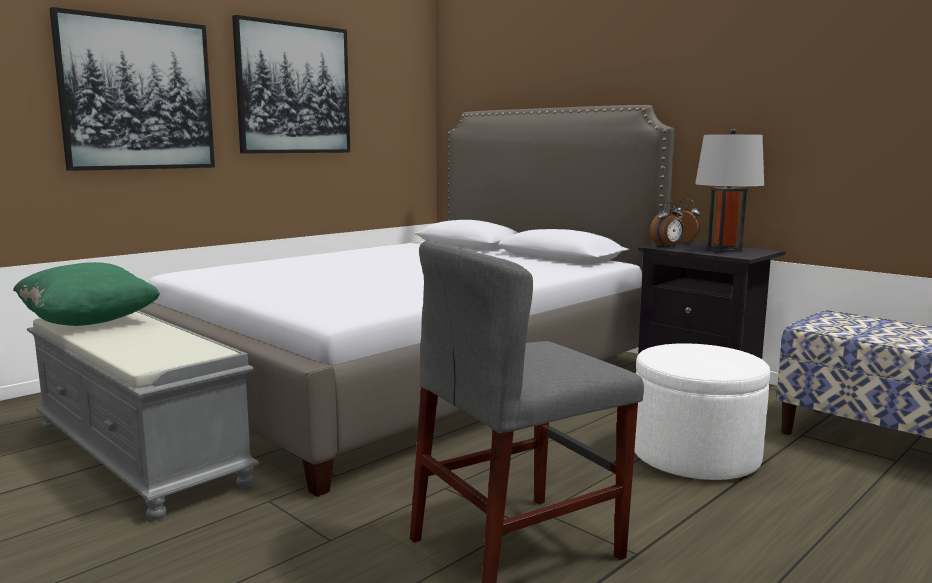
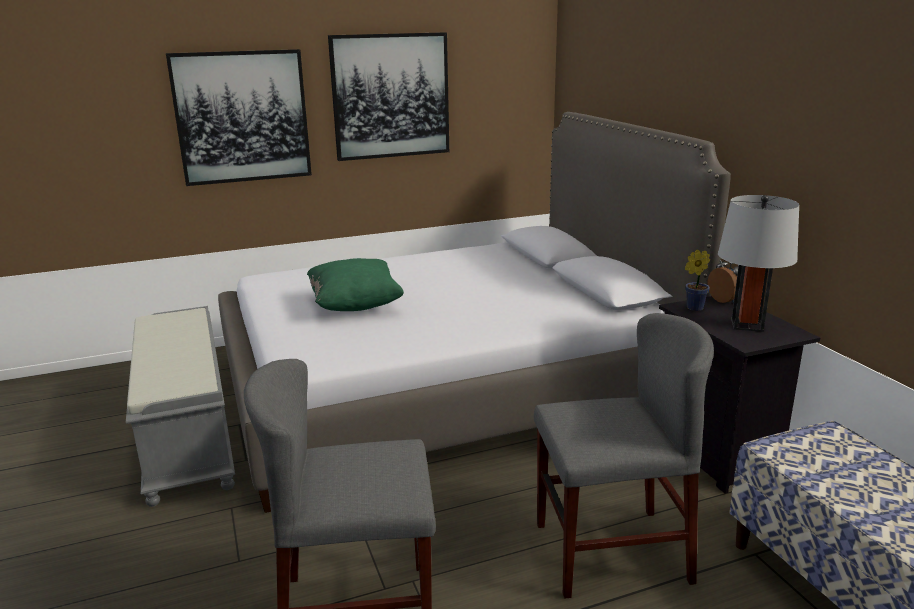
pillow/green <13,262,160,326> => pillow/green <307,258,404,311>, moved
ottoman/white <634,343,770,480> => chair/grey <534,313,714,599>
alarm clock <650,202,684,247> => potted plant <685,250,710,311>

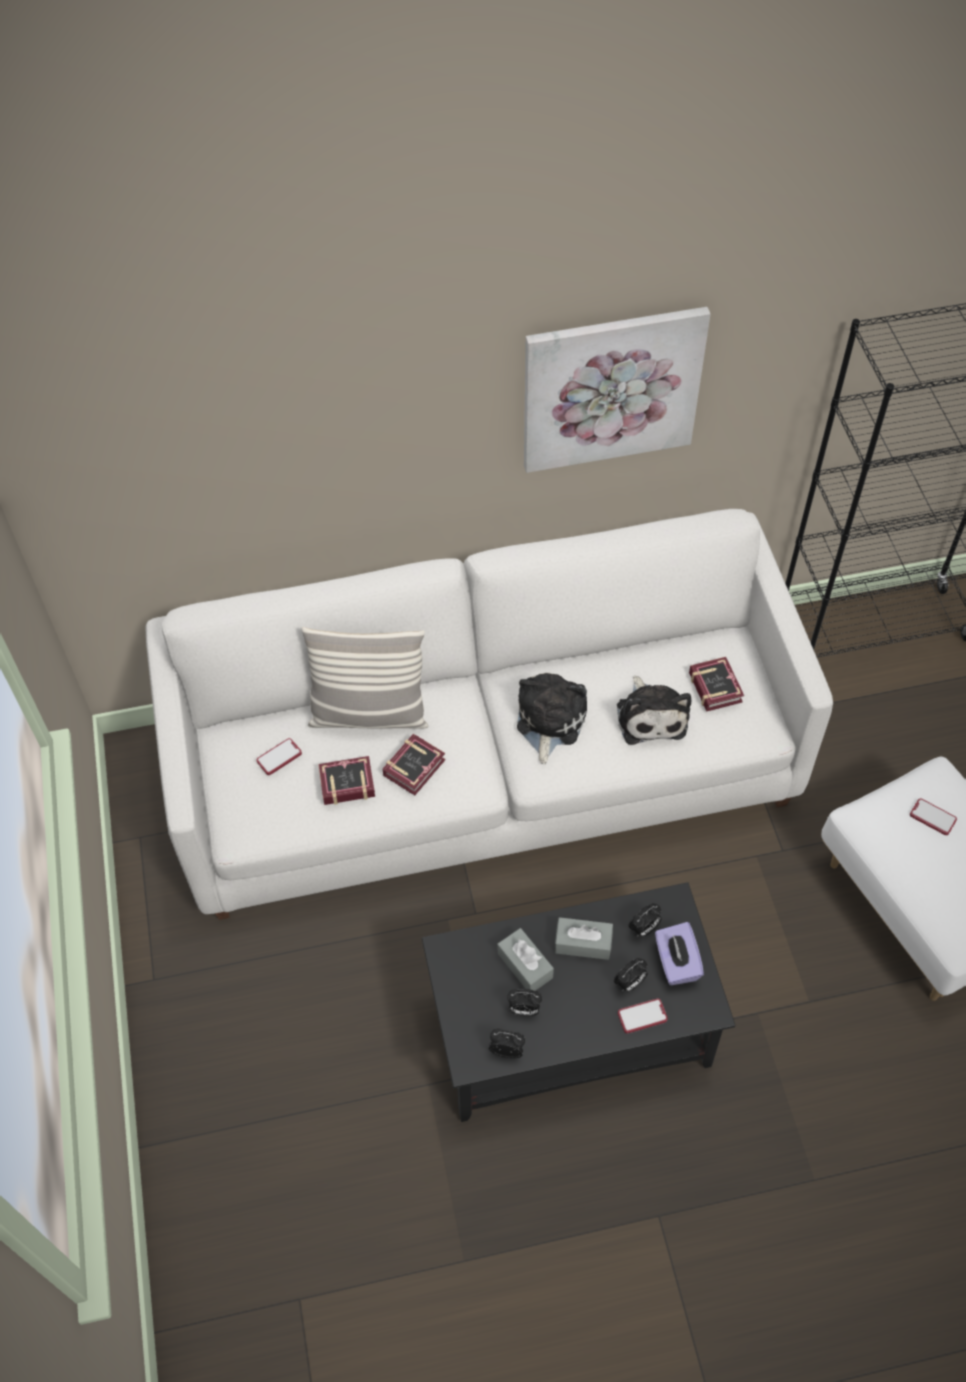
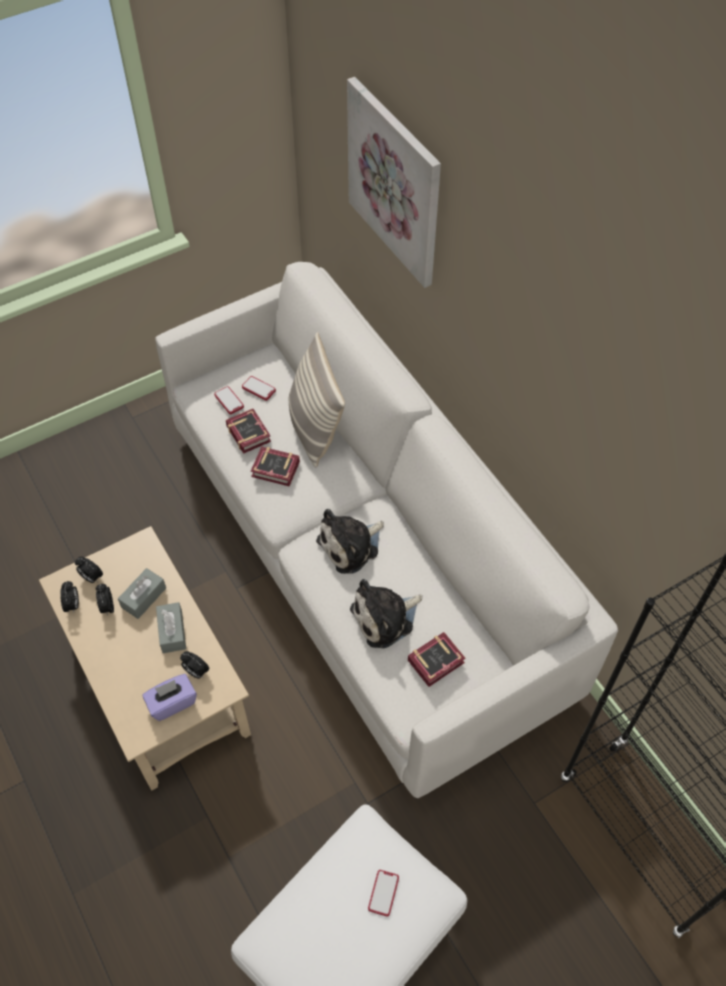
coffee table/black <422,882,736,1122> => coffee table/beige <39,526,251,791>
alarm clock <614,958,648,992> => alarm clock <75,556,103,583>, moved
phone <618,998,668,1034> => phone <214,386,244,414>, moved
plush toy <517,673,587,764> => plush toy <316,509,384,574>, 150 degrees clockwise
picture <524,307,710,473> => picture <347,77,441,288>, moved

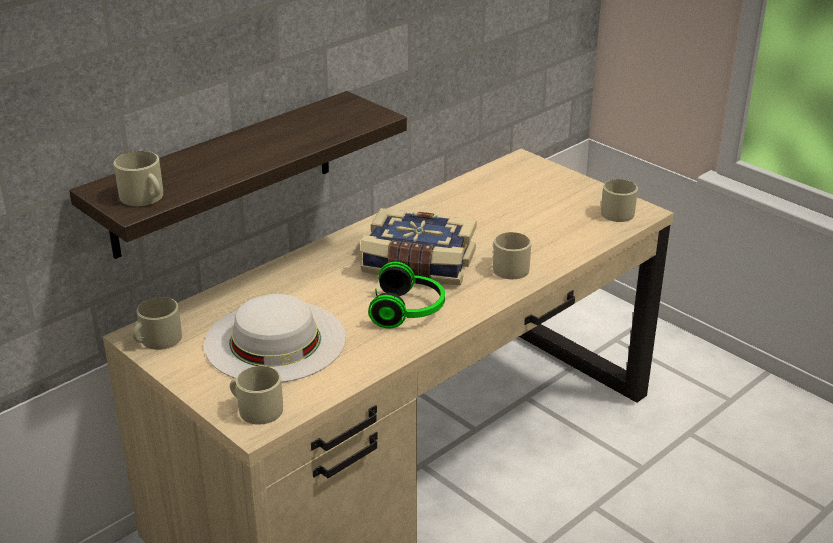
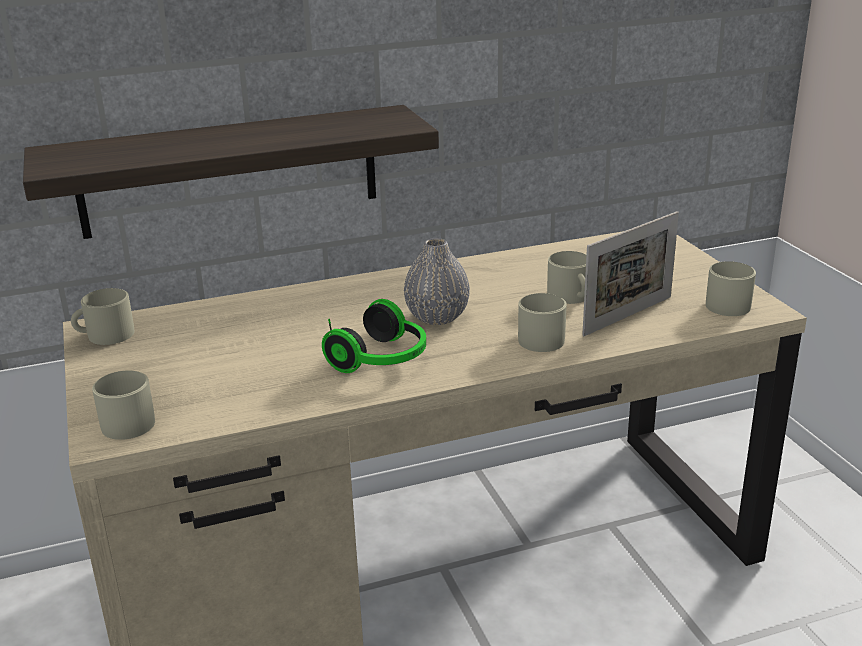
book <360,208,477,285> => vase/grey <404,238,470,325>
mug/beige <114,151,163,206> => mug/beige <547,251,586,304>, moved
nothing => picture frame <582,211,679,336>
hat/white <204,294,346,382> => nothing

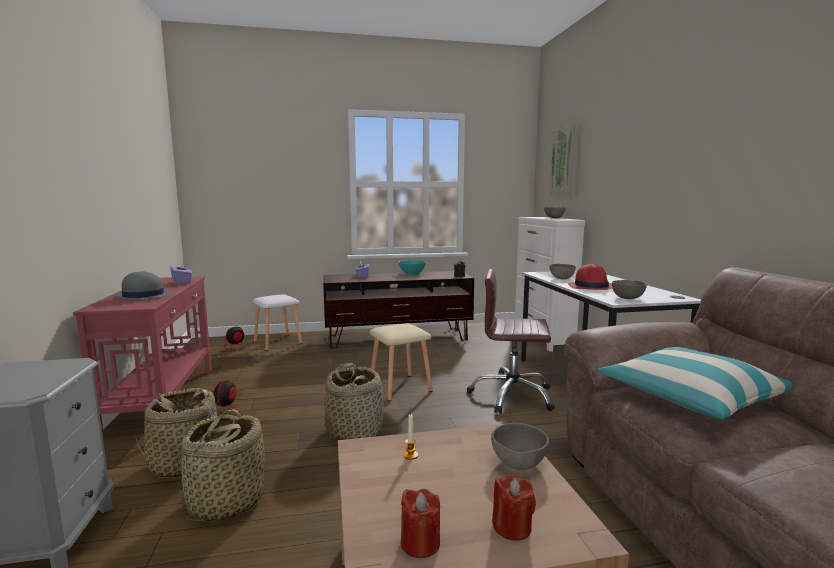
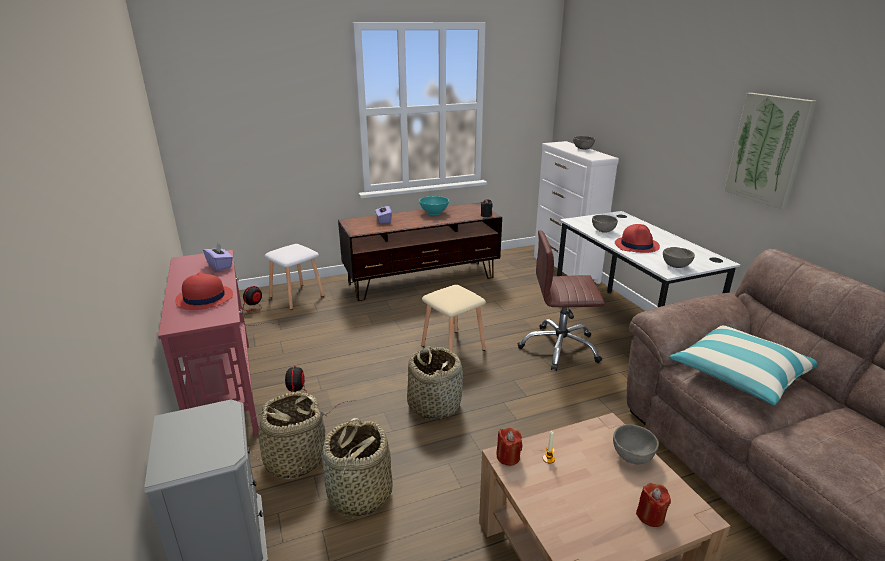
hat/grey <114,271,172,300> => hat/red <175,272,233,310>
candle/red <401,489,440,558> => candle/red <497,427,523,466>, moved
picture <549,124,579,196> => picture <724,93,817,209>, moved

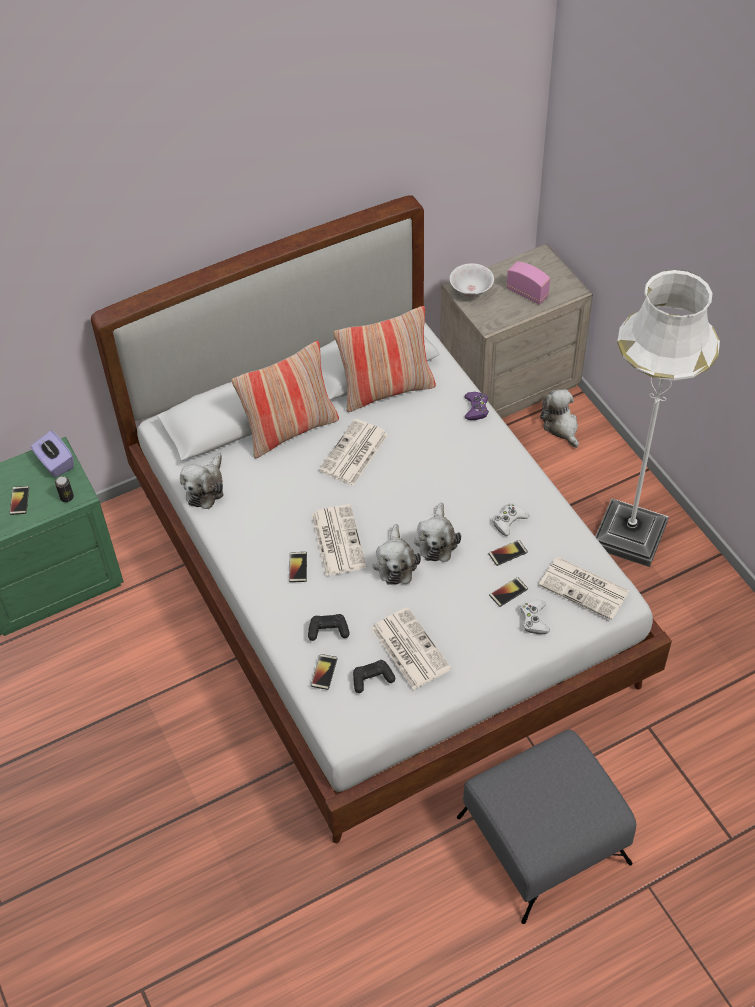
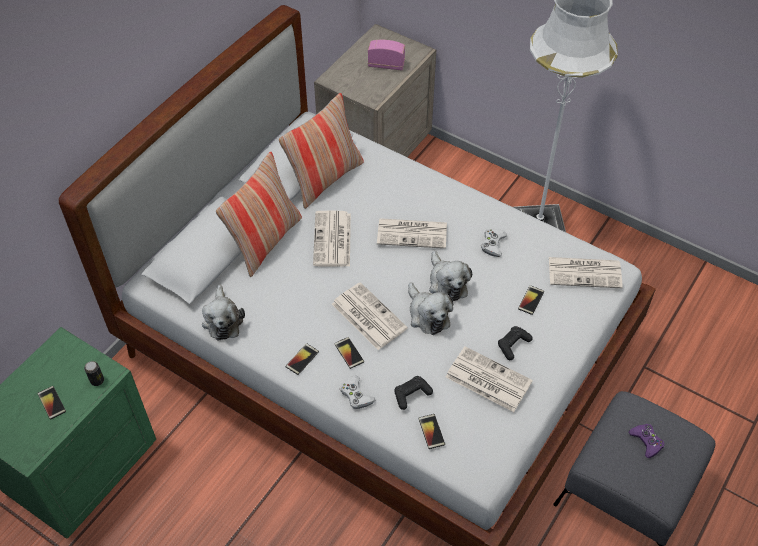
phone <489,540,528,566> => phone <286,343,319,375>, moved
game controller/white <520,600,550,634> => game controller/white <340,375,375,409>, moved
nothing => newspaper <377,218,447,249>
game controller/black <353,660,395,693> => game controller/black <498,326,533,360>, moved
game controller/purple <465,392,489,420> => game controller/purple <628,424,665,458>, moved
tissue box/purple <31,430,74,478> => nothing
bowl/white <450,263,494,297> => nothing
plush toy <540,389,579,448> => nothing

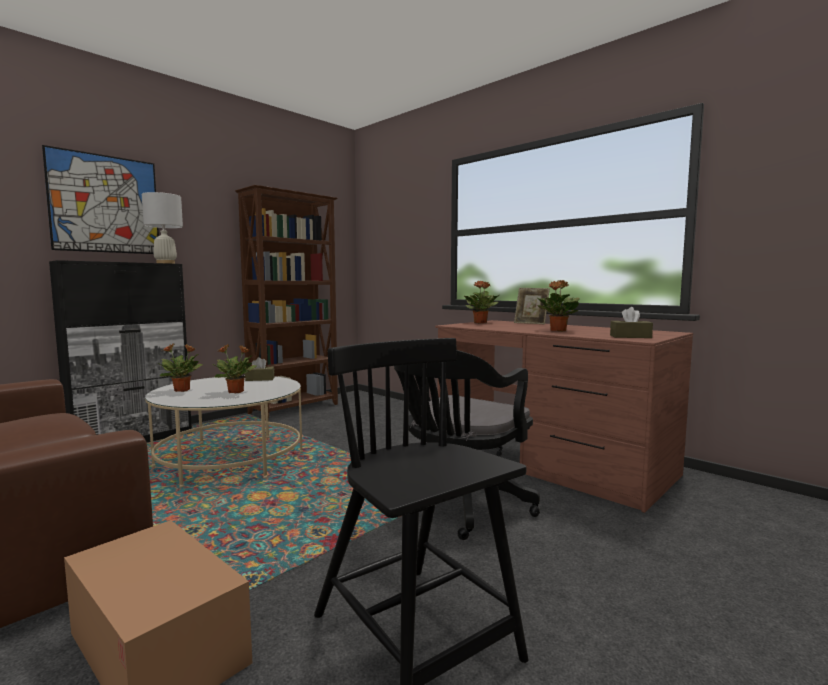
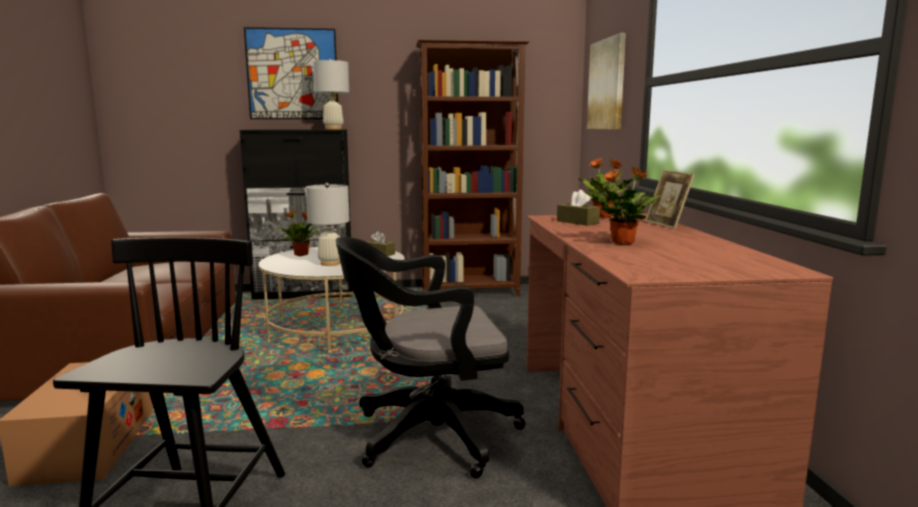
potted plant <213,344,257,393> => table lamp/white <306,183,350,266>
tissue box/brown <610,307,653,338> => tissue box/brown <557,189,600,226>, moved
nothing => picture <587,33,626,129>

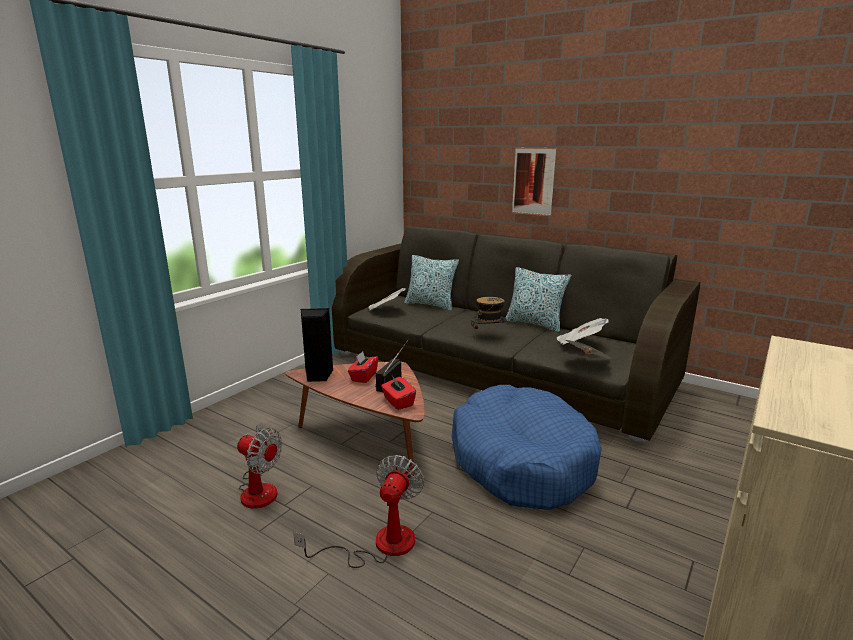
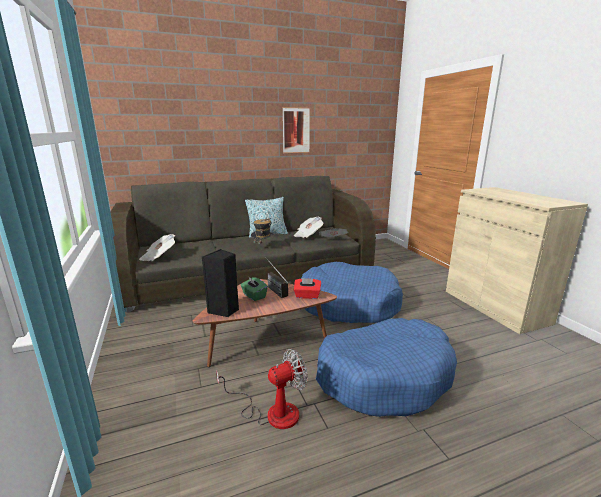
tissue box/red <348,351,378,383> => tissue box/green <241,276,268,301>
picture <512,147,556,216> => picture <282,107,310,153>, moved
fan <294,455,424,568> => dog bed/blue <316,318,457,417>
pillow <404,255,459,310> => nothing

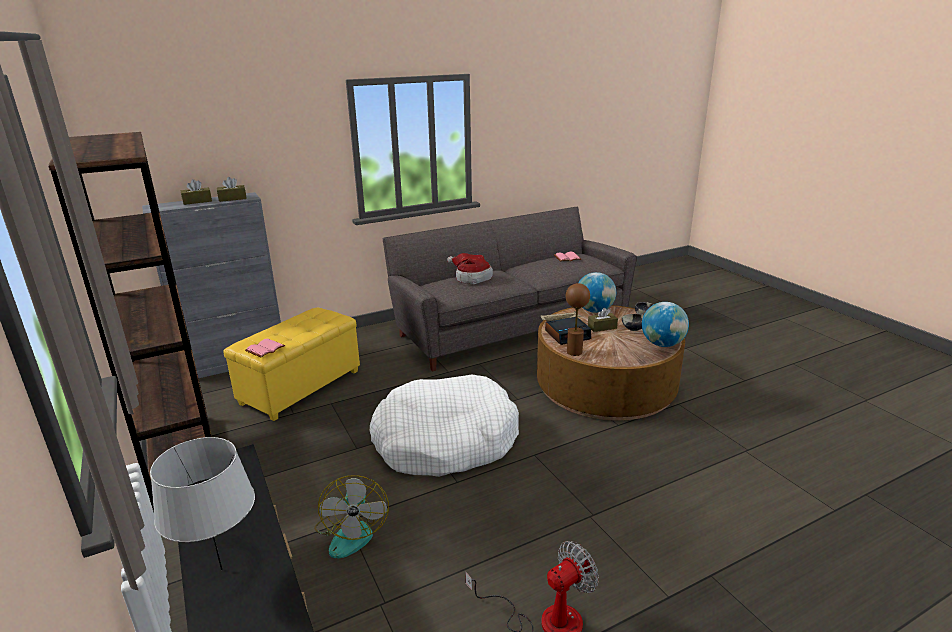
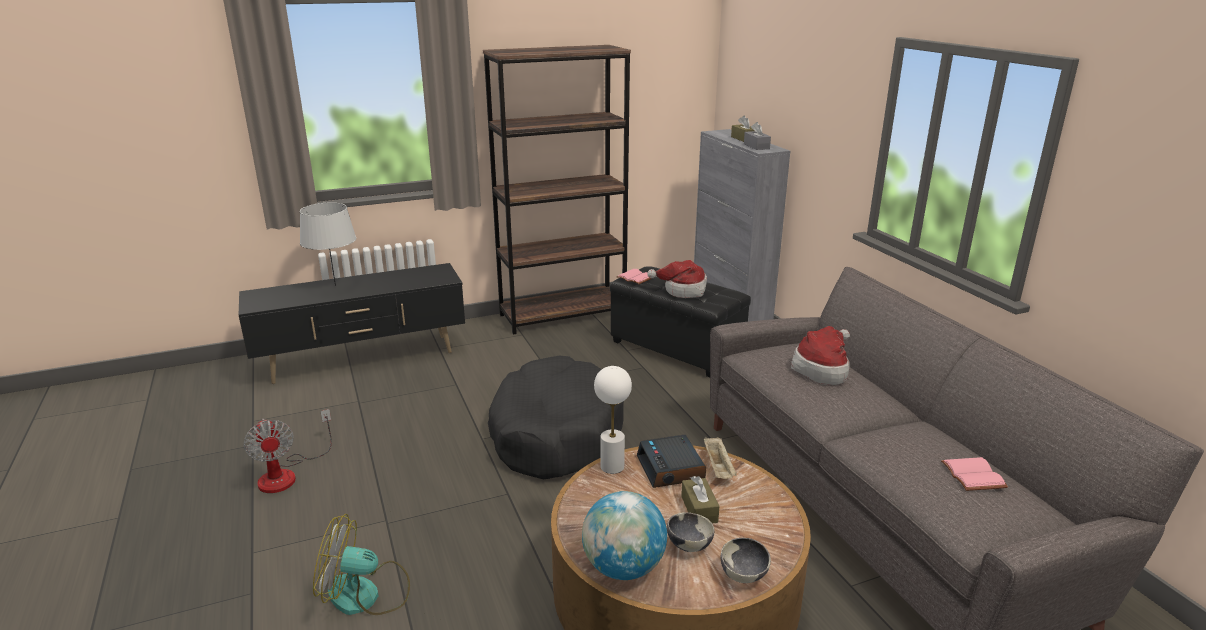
fan <314,475,389,558> => fan <313,514,410,615>, moved
dog bed/white <370,374,519,477> => dog bed/black <488,355,624,480>
table lamp/brown <566,283,590,356> => table lamp/white <594,366,632,474>
ottoman/yellow <223,307,360,421> => ottoman/black <610,266,751,378>
nothing => hat <647,260,707,298>
tissue box/brown <217,177,247,202> => tissue box/grey <744,122,771,150>
globe <578,272,616,313> => nothing

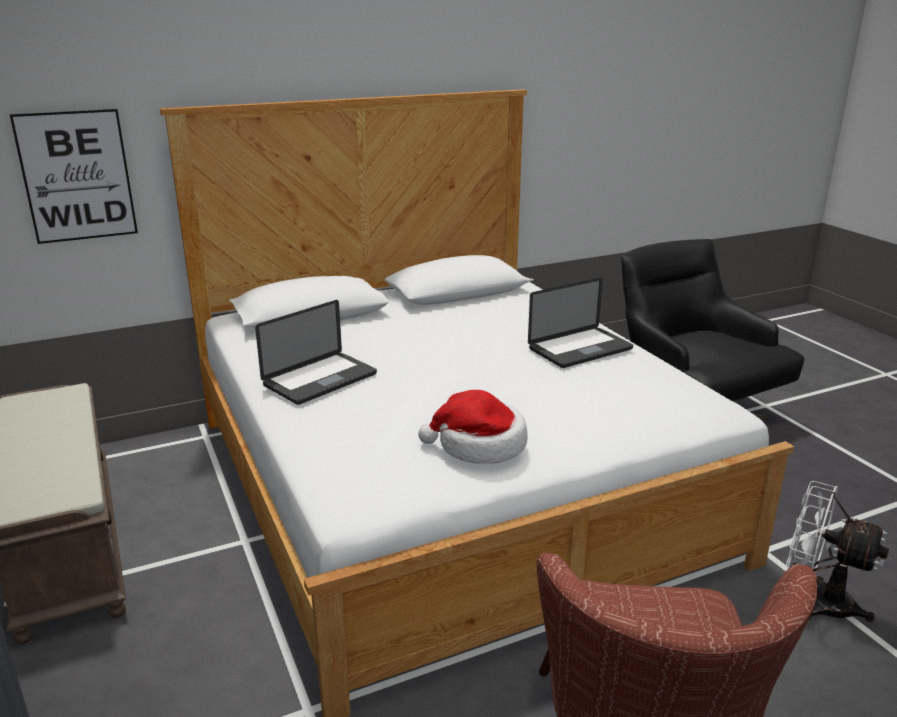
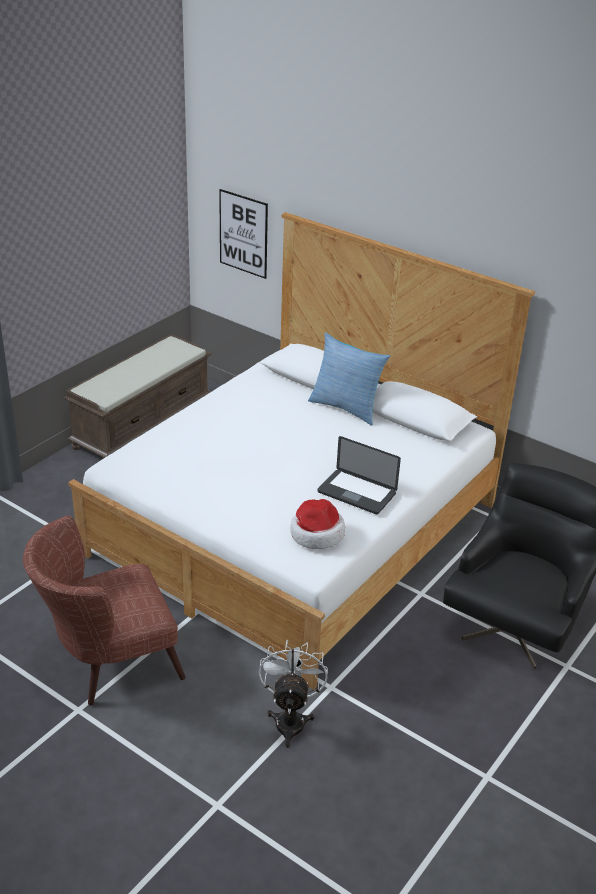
hat <418,390,528,464> => hat <290,499,345,549>, moved
nothing => pillow <308,333,390,426>
laptop <255,300,377,405> => nothing

